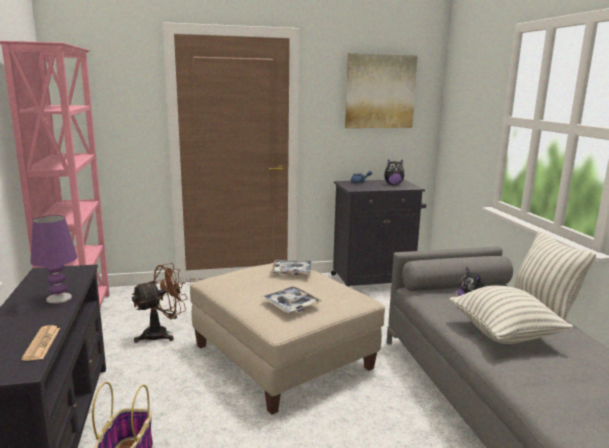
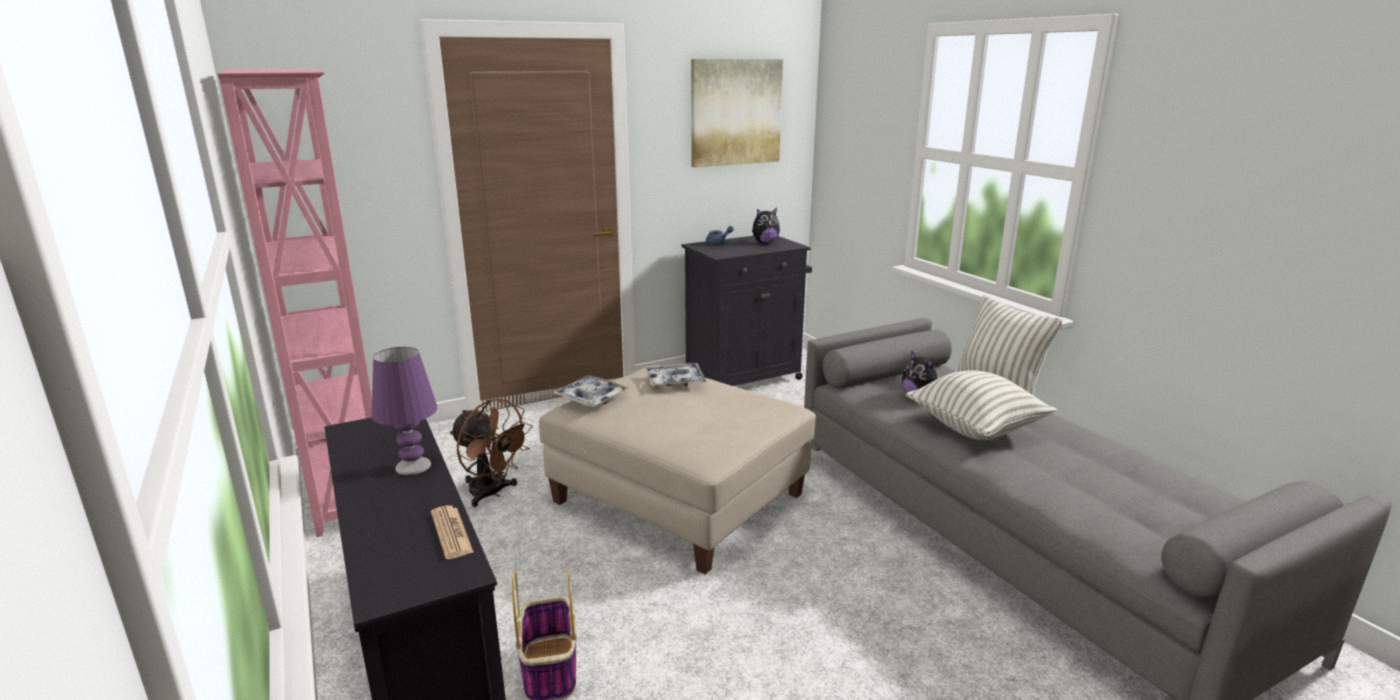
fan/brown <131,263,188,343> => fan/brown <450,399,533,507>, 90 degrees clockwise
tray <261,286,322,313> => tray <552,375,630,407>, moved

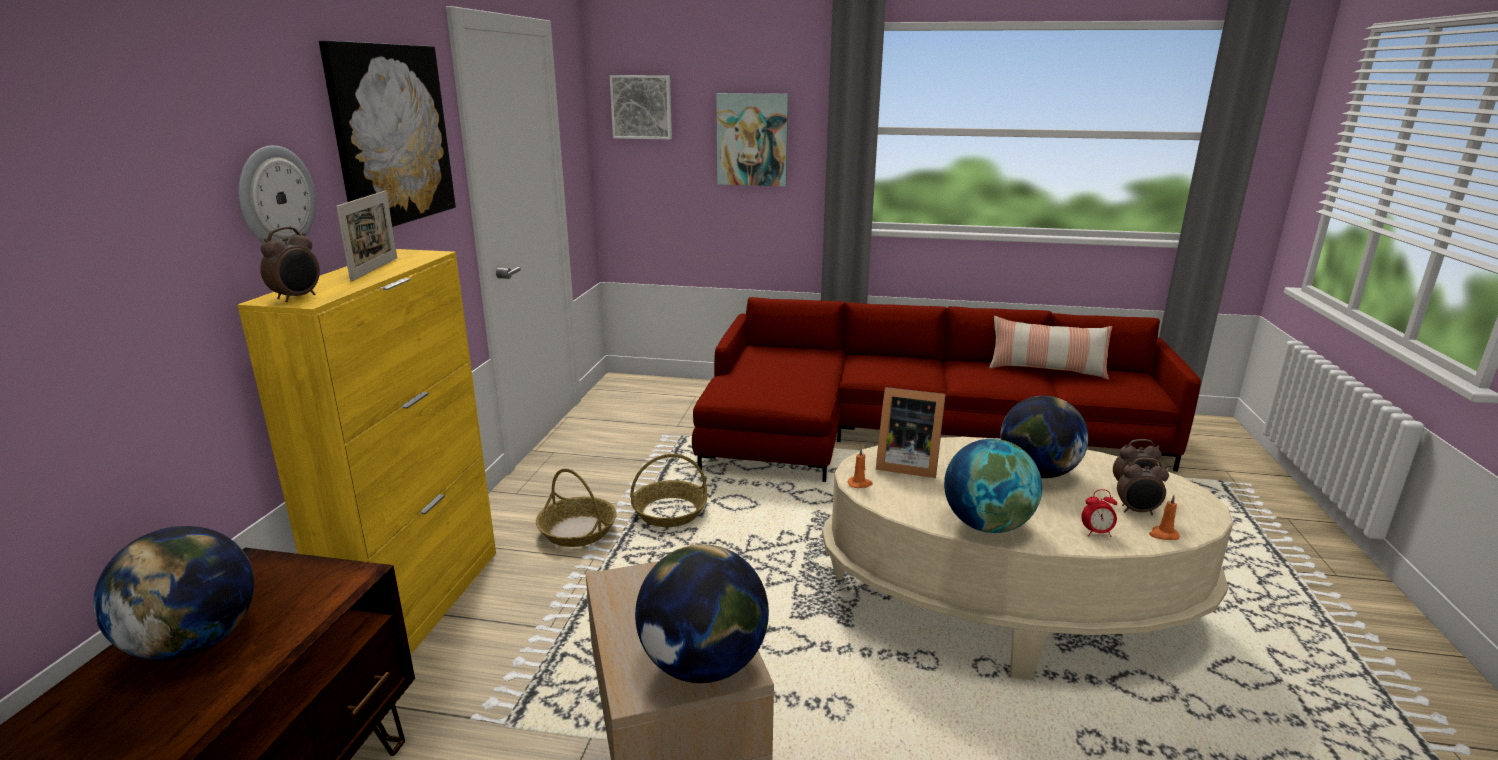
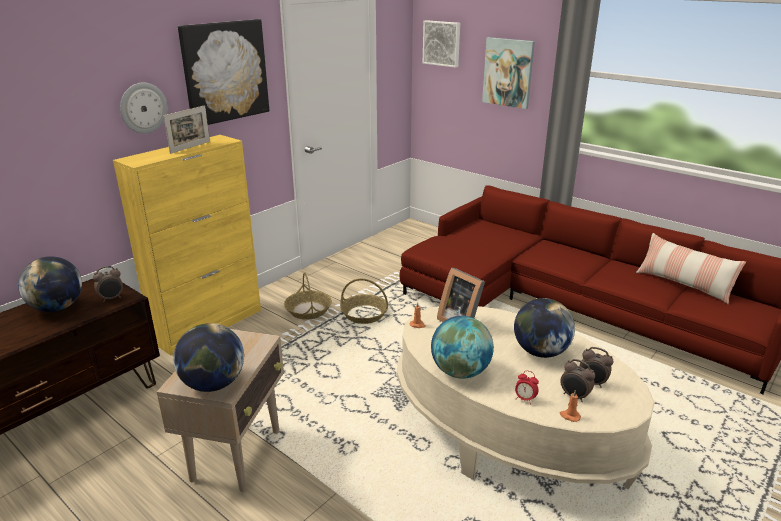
alarm clock <260,227,320,302> => alarm clock <93,266,123,302>, moved

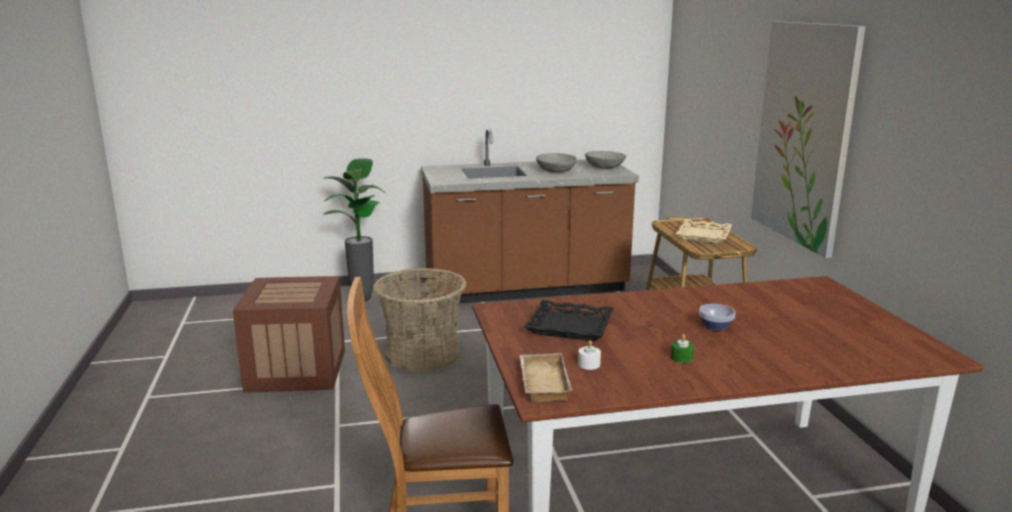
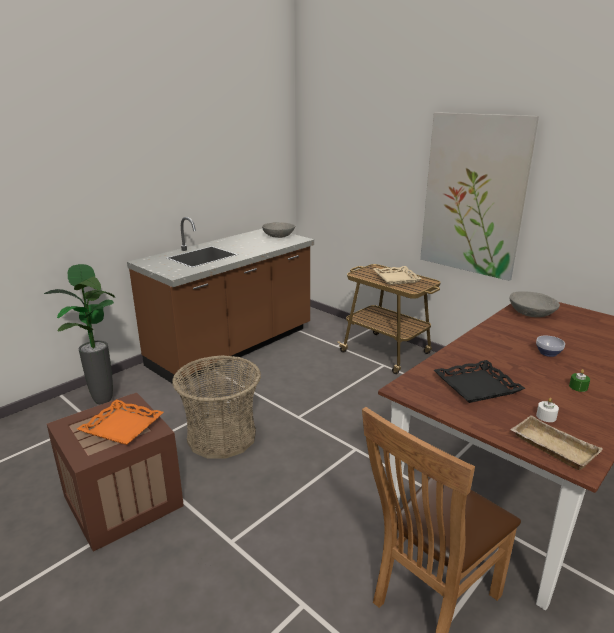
nothing => tray/orange <77,400,164,445>
bowl/grey <536,153,576,173> => bowl/grey <509,291,560,317>, moved

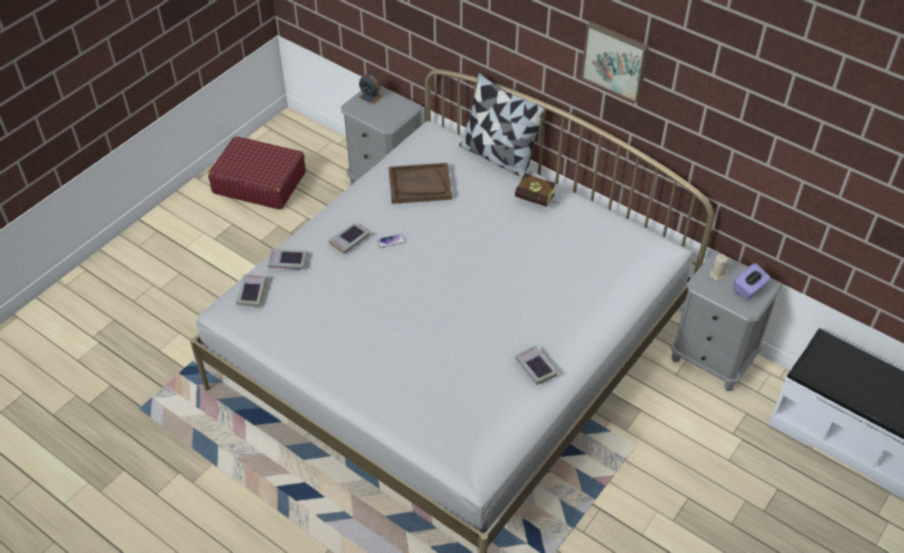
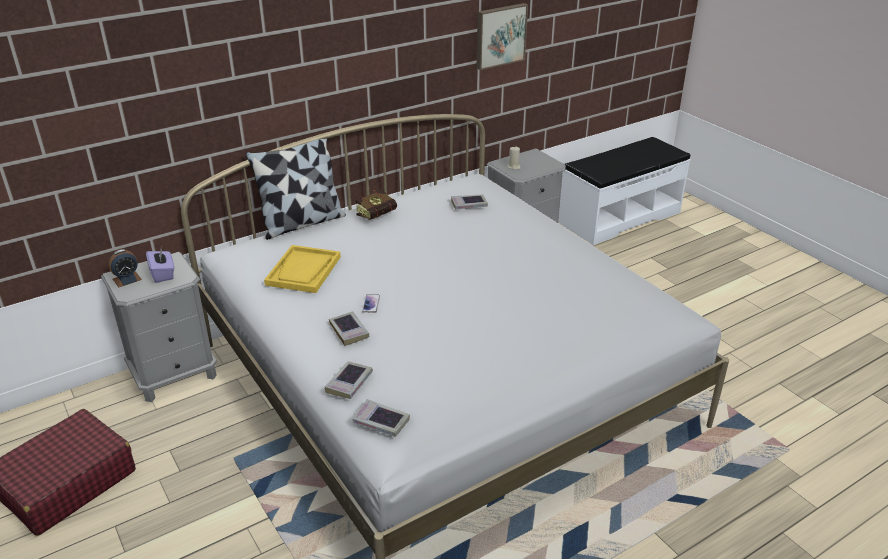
tissue box/purple <733,263,771,300> => tissue box/purple <146,249,174,283>, moved
tray/brown <389,163,452,204> => tray/yellow <264,245,341,293>
book <515,345,557,385> => book <451,195,488,210>, moved
picture <581,22,649,103> => picture <476,3,528,70>, moved

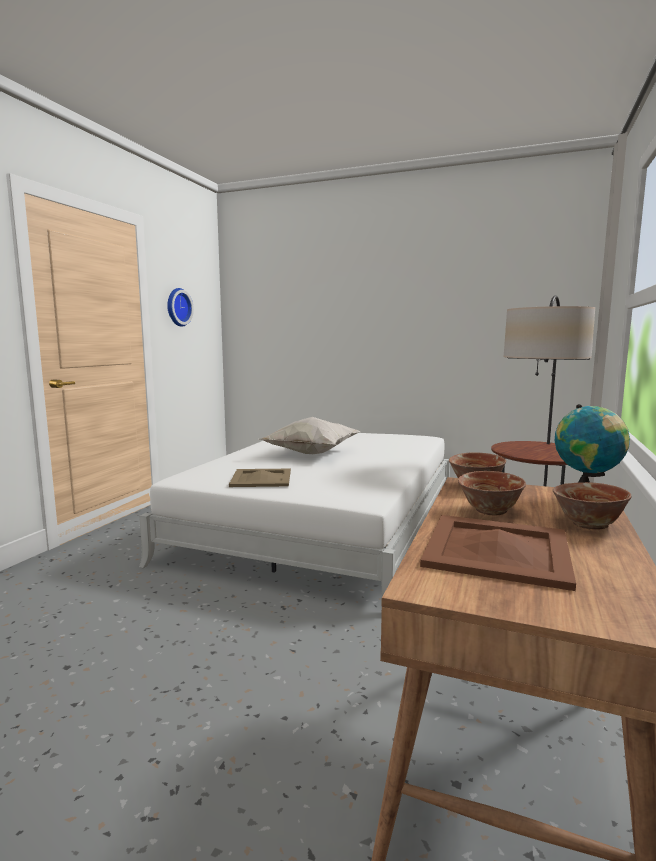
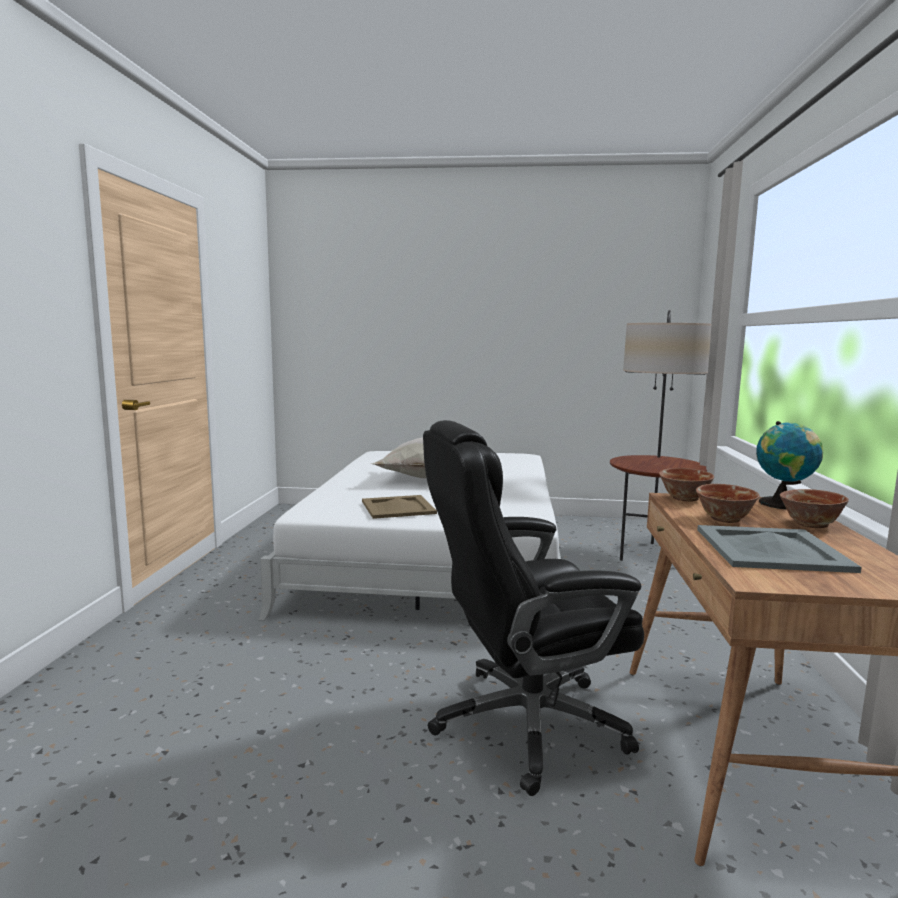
nothing => office chair/black <423,420,644,796>
tray/brown <420,515,576,591> => tray/grey <697,525,862,573>
wall clock <167,288,194,327> => nothing

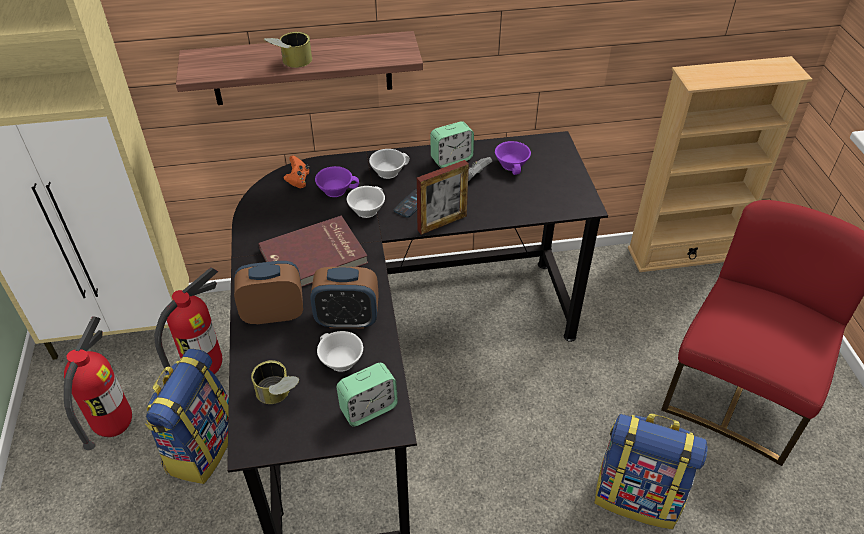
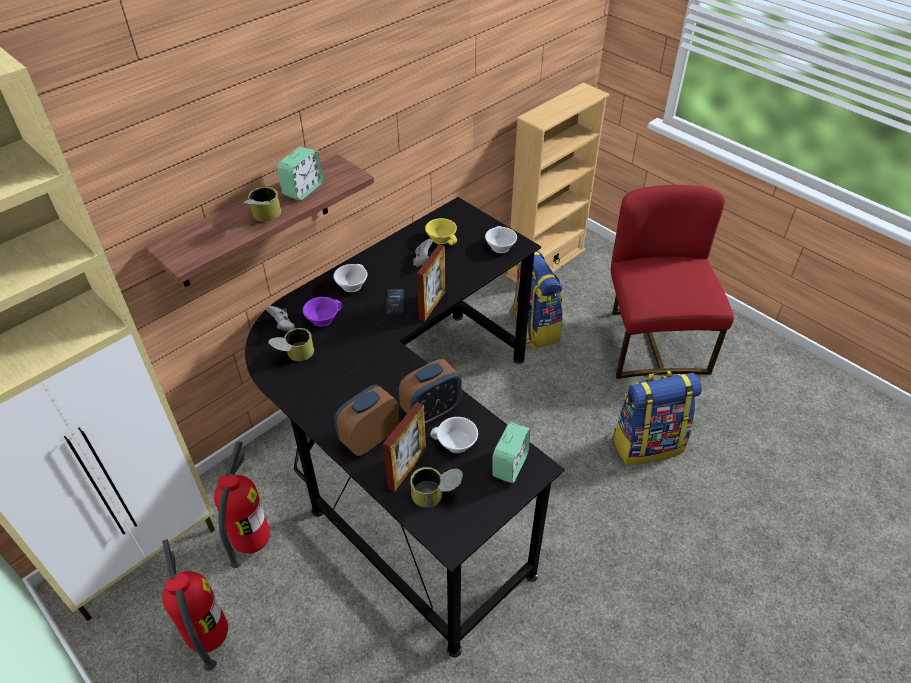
game controller/orange <283,155,309,188> => game controller/grey <266,305,295,331>
nothing => can <268,328,314,361>
alarm clock <430,121,474,168> => alarm clock <277,147,323,200>, moved
nothing => picture frame <383,402,426,492>
cup/purple <495,141,531,175> => cup/yellow <425,218,457,246>
cup/white <347,186,385,218> => cup/white <485,226,517,253>, moved
backpack <145,349,229,484> => backpack <509,251,563,349>, moved
book/red <258,216,368,287> => nothing

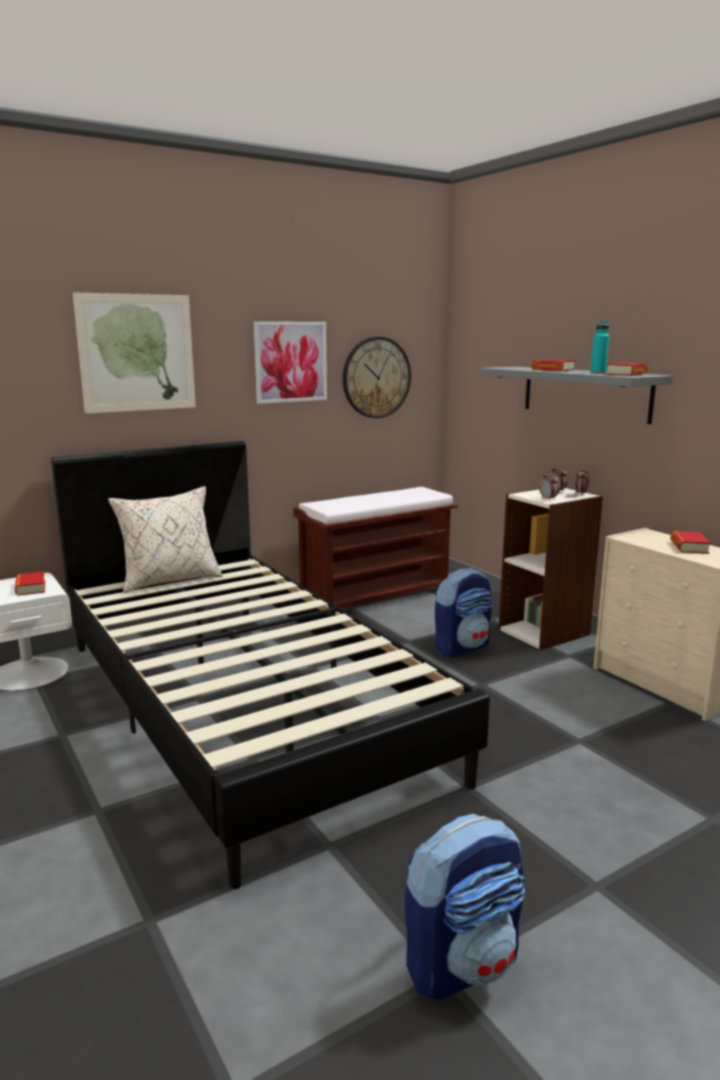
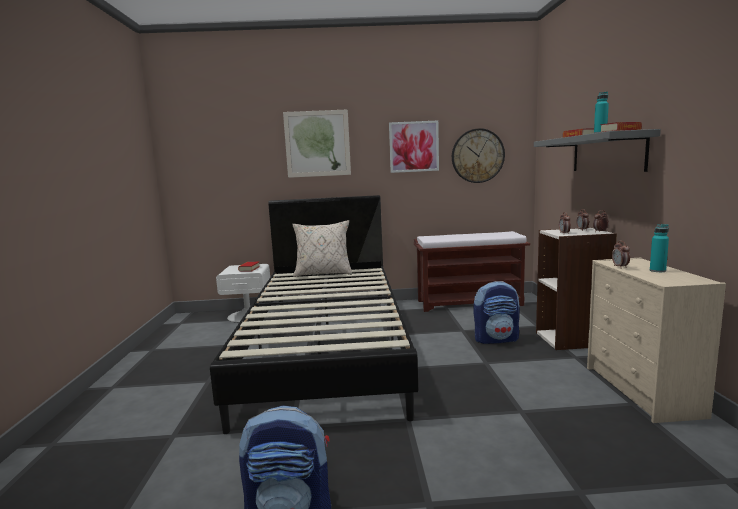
nothing => alarm clock <612,241,630,269>
book <670,531,711,554> => bottle/turquoise <650,224,669,272>

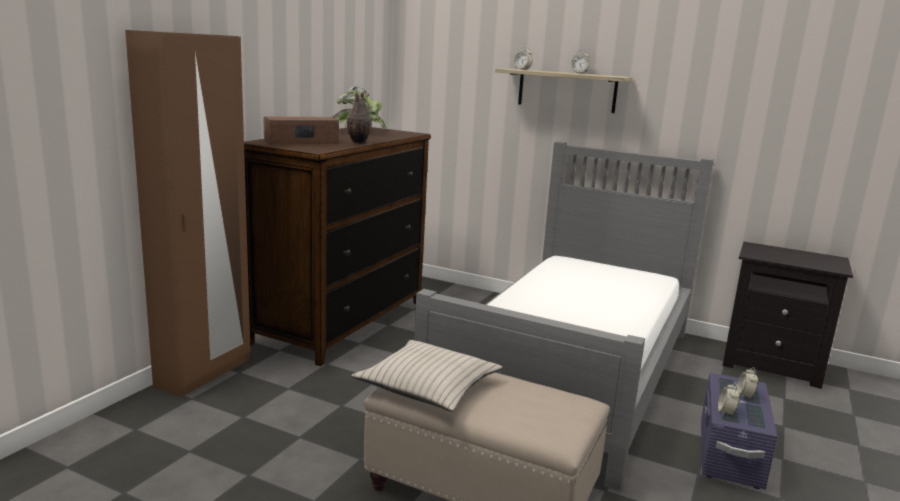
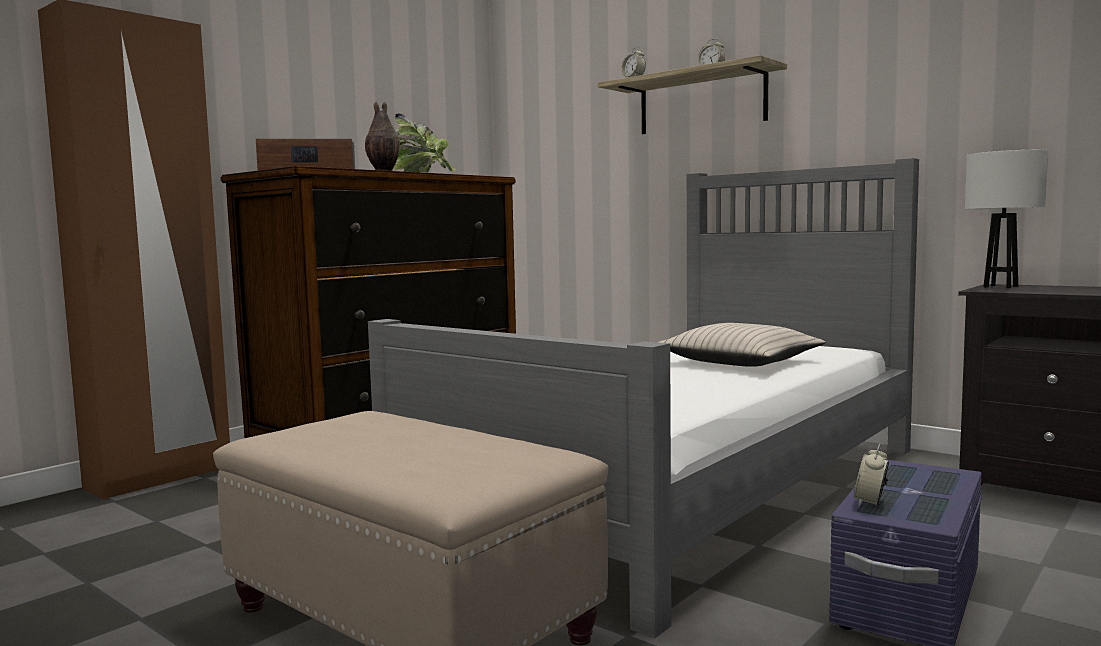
pillow/beige <351,340,502,411> => pillow/beige <659,323,826,367>, moved
nothing => table lamp/white <965,150,1048,288>
alarm clock <737,367,758,399> => nothing

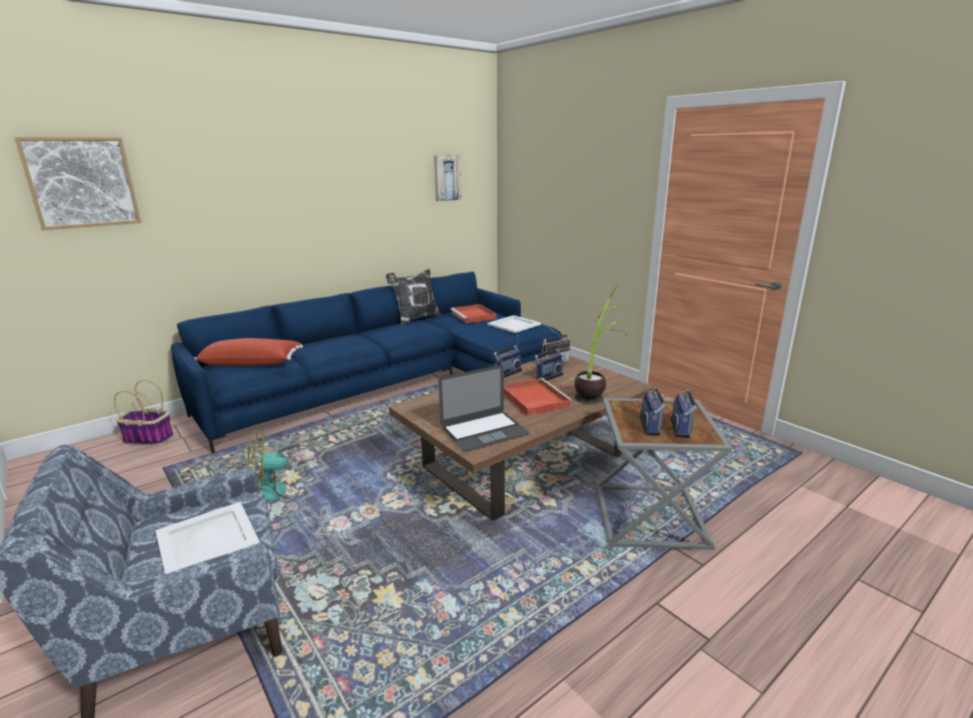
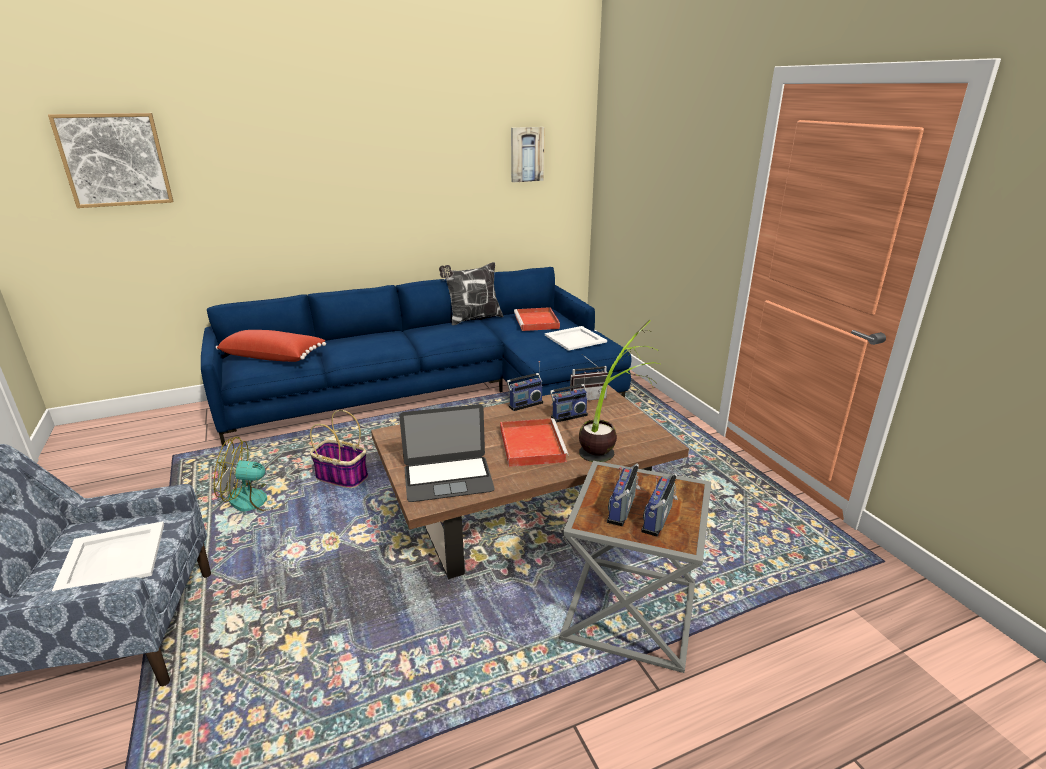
basket <114,380,174,446> => basket <310,410,368,488>, moved

